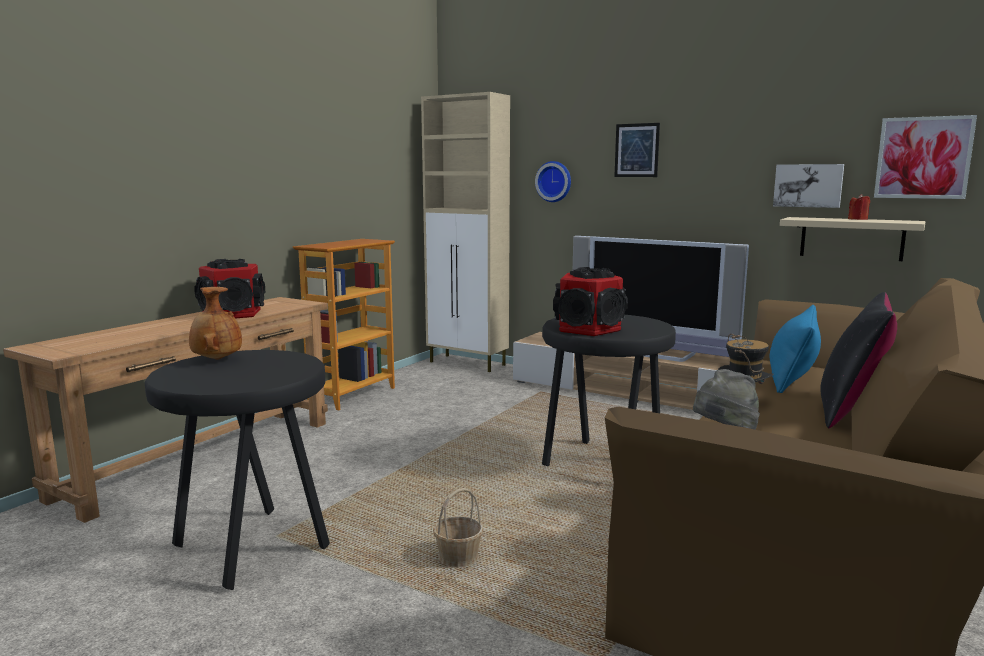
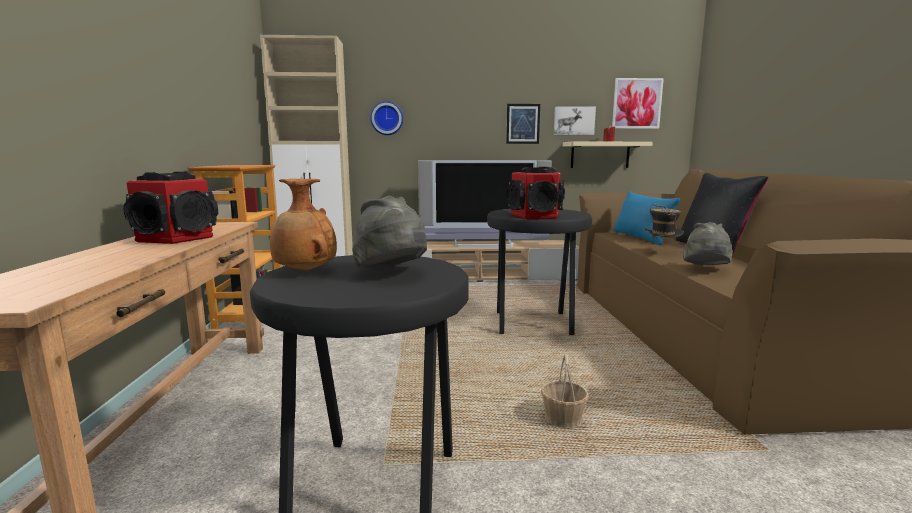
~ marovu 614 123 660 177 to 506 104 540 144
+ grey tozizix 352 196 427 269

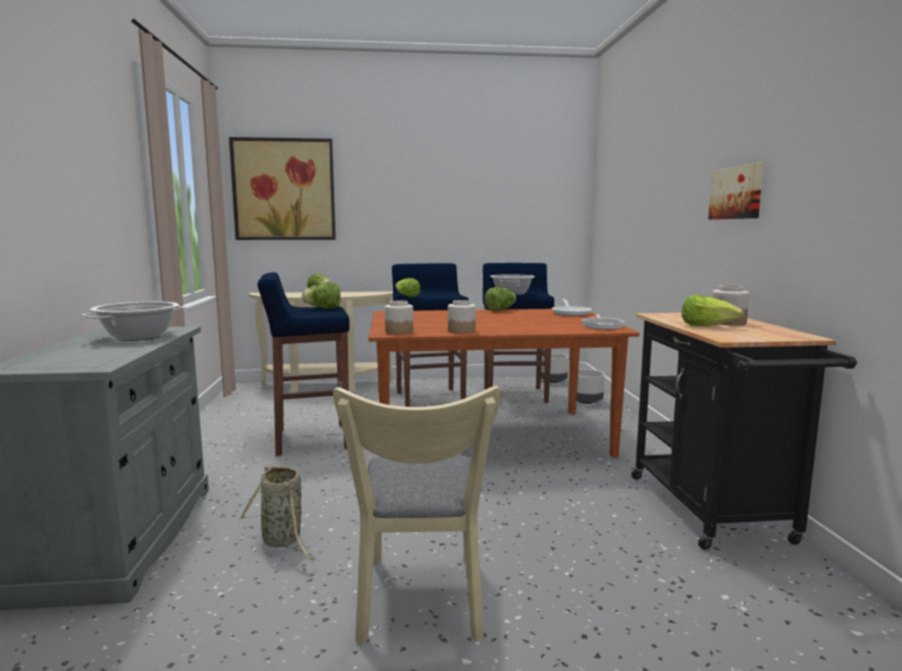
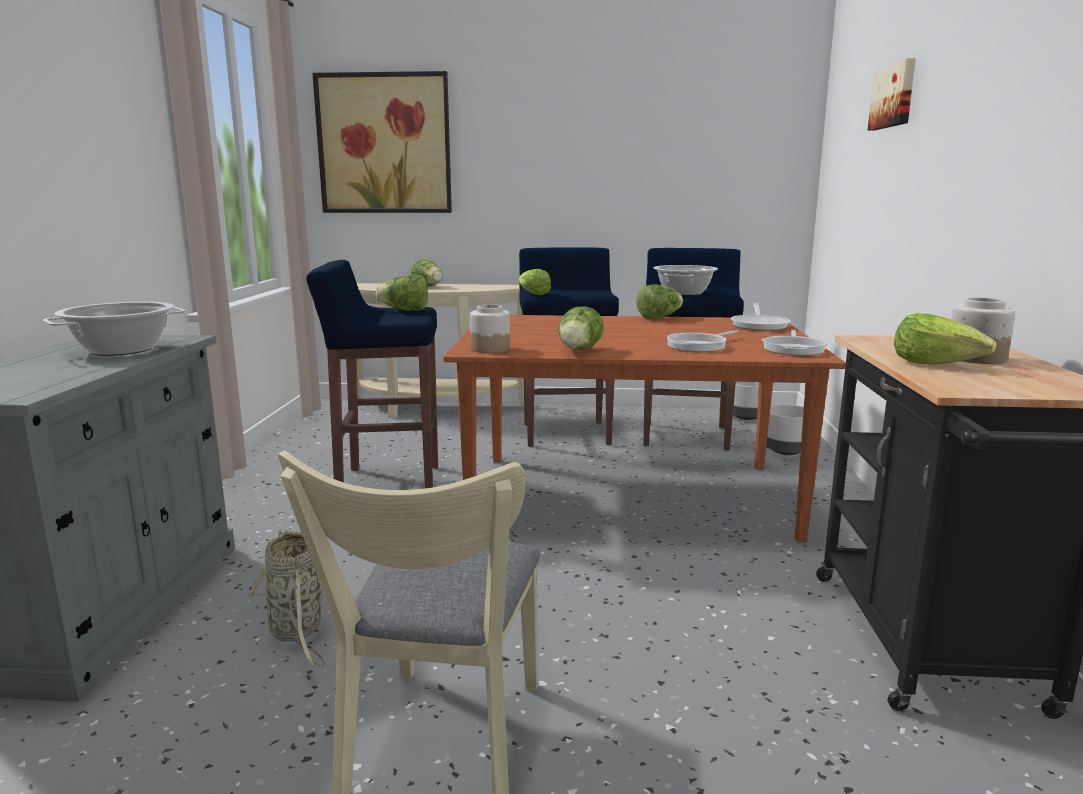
~ marovu 708 163 764 220 to 868 58 916 130
~ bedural 448 300 476 333 to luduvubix 558 306 604 350
+ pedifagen 667 330 738 352

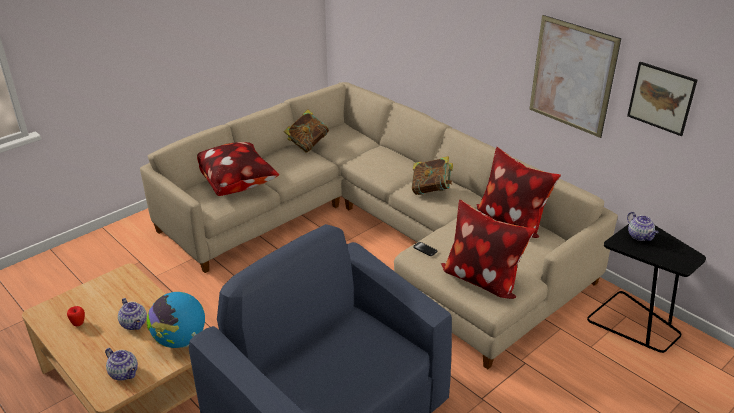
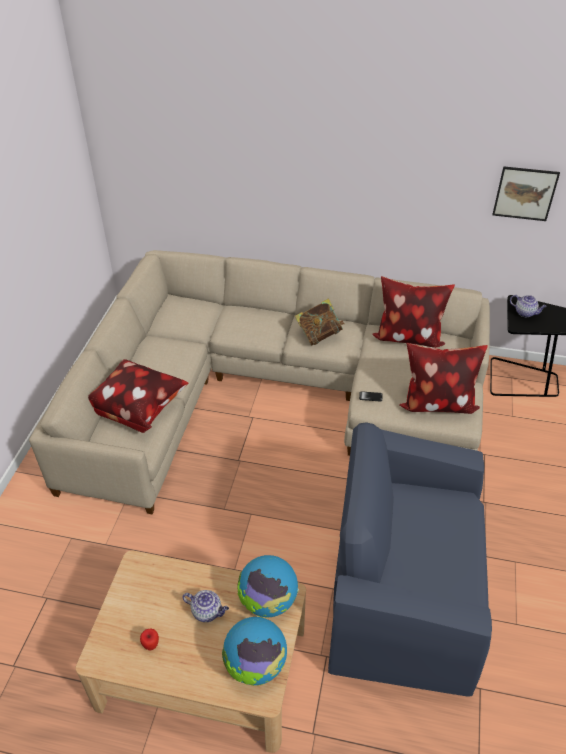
- marovu 529 15 621 138
- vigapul 284 109 329 153
~ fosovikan 105 348 138 381 to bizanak 222 617 287 686

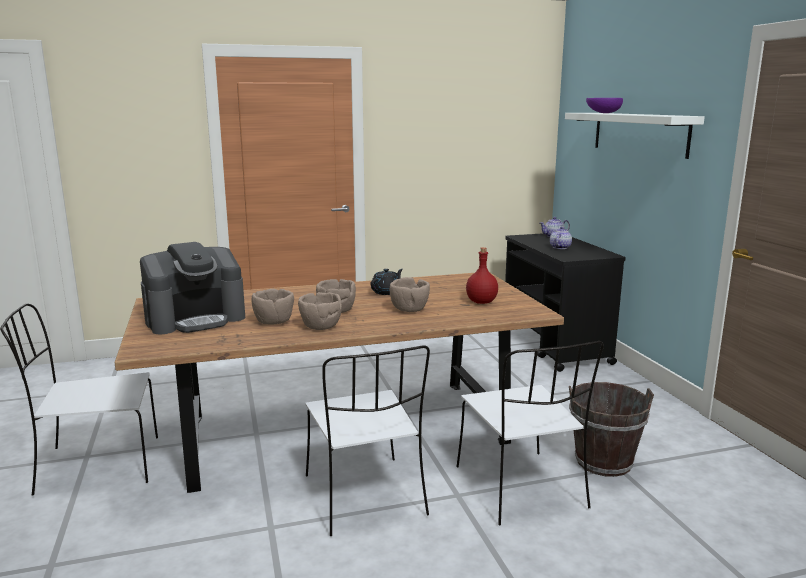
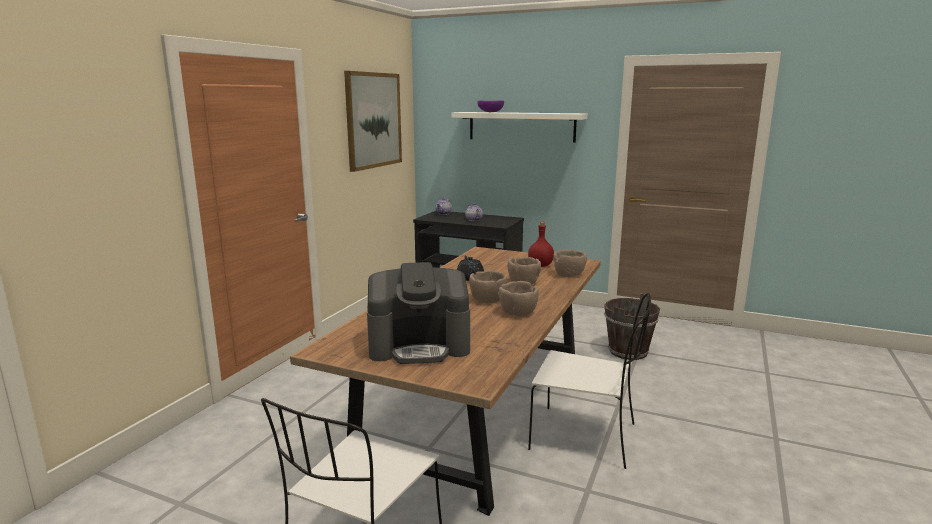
~ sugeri 140 242 245 334 = 367 262 470 364 75 degrees clockwise
~ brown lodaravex 252 289 294 325 to 553 250 587 277
- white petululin 456 341 604 525
+ marovu 344 71 402 172

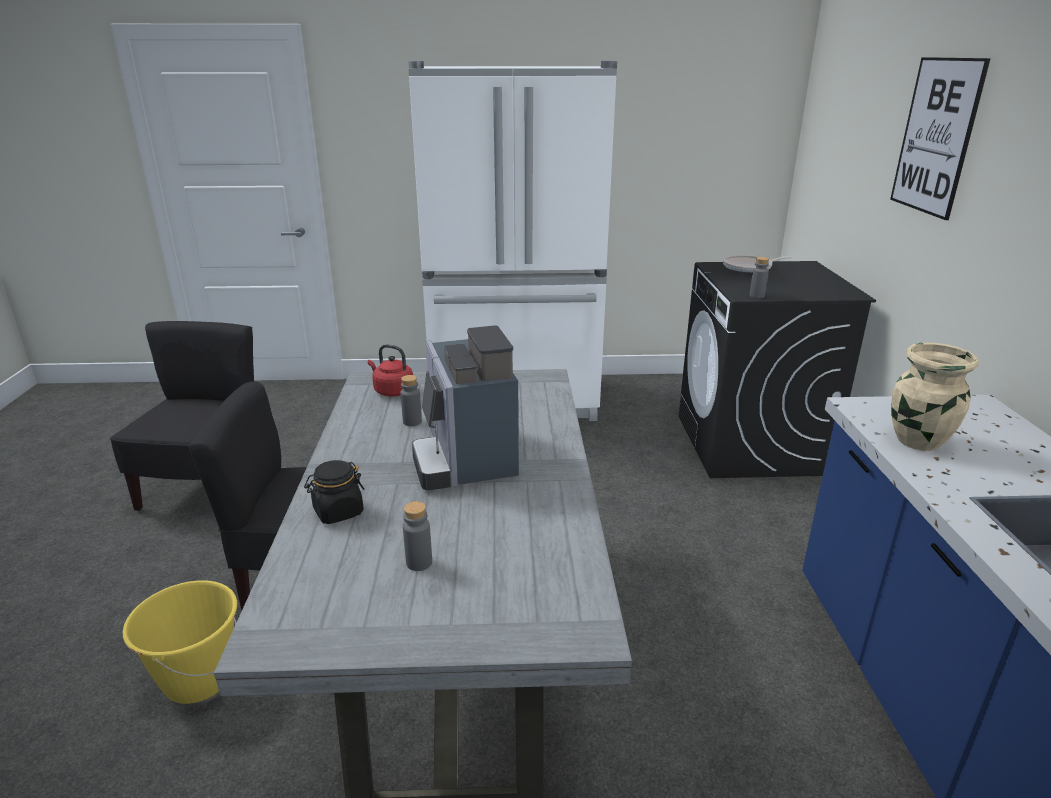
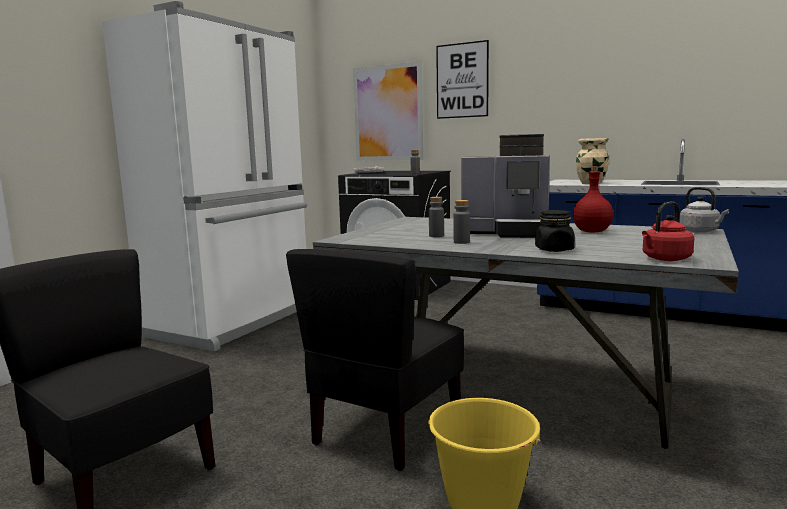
~ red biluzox 368 344 413 396 to 642 202 694 261
~ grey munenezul 403 501 432 571 to 453 200 470 244
+ marovu 353 61 423 161
+ red munenezul 573 166 613 232
+ grey biluzox 679 187 729 233

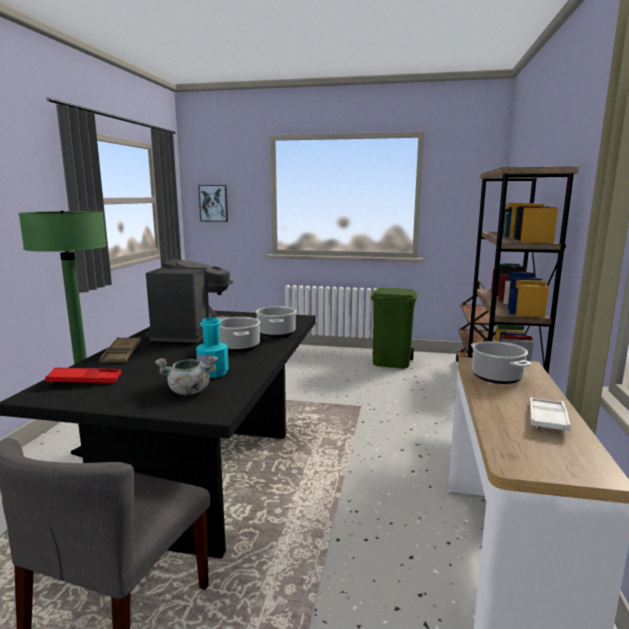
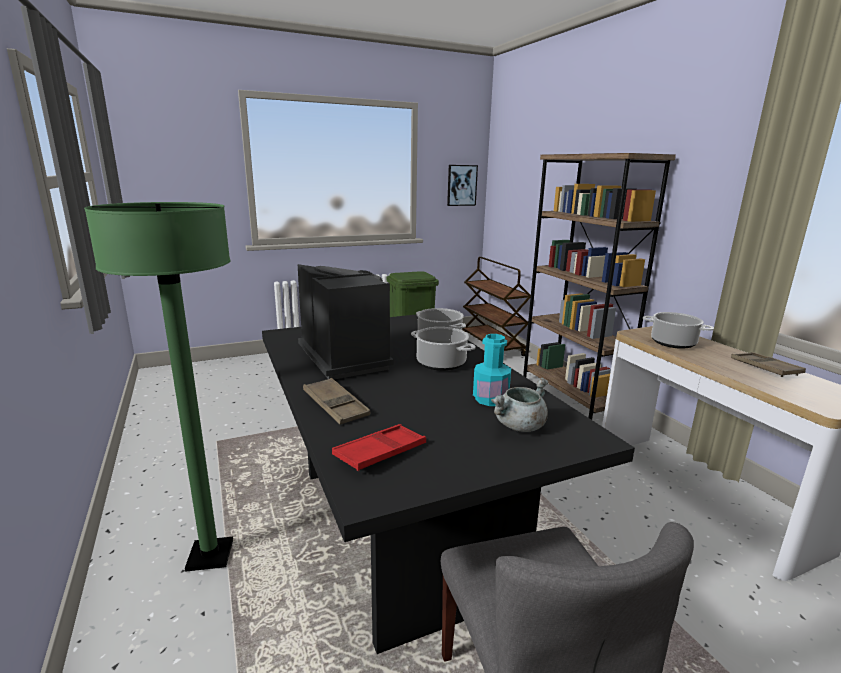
~ marovu 198 185 228 222 to 447 165 478 206
~ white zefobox 530 397 571 433 to brown zefobox 731 352 806 377

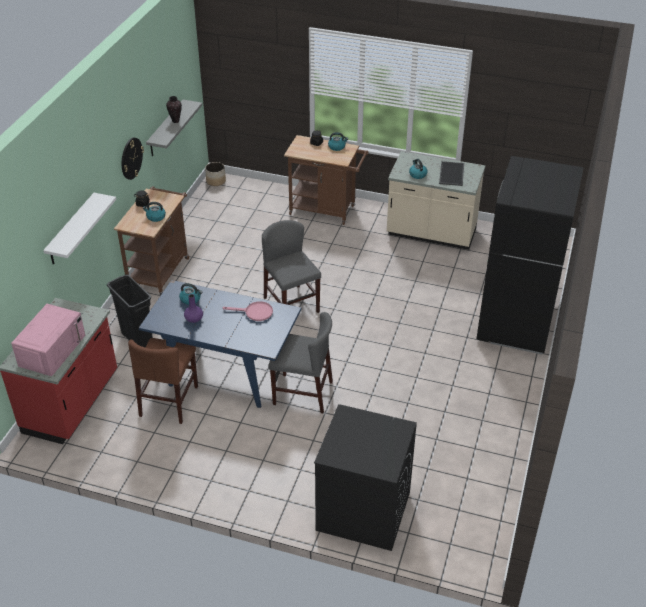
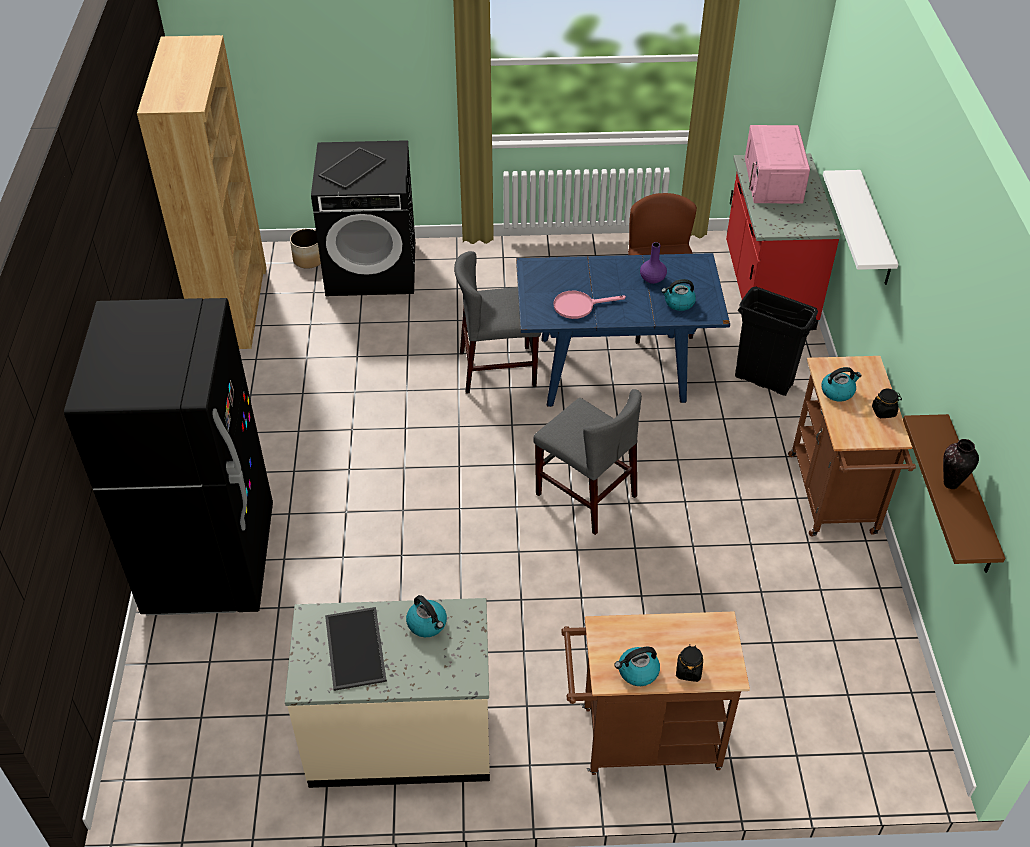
~ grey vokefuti 146 100 202 156 to brown vokefuti 903 414 1005 573
- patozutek 122 138 144 180
~ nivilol 205 162 226 186 to 290 228 321 269
+ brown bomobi 137 35 266 349
+ zefobox 319 147 386 189

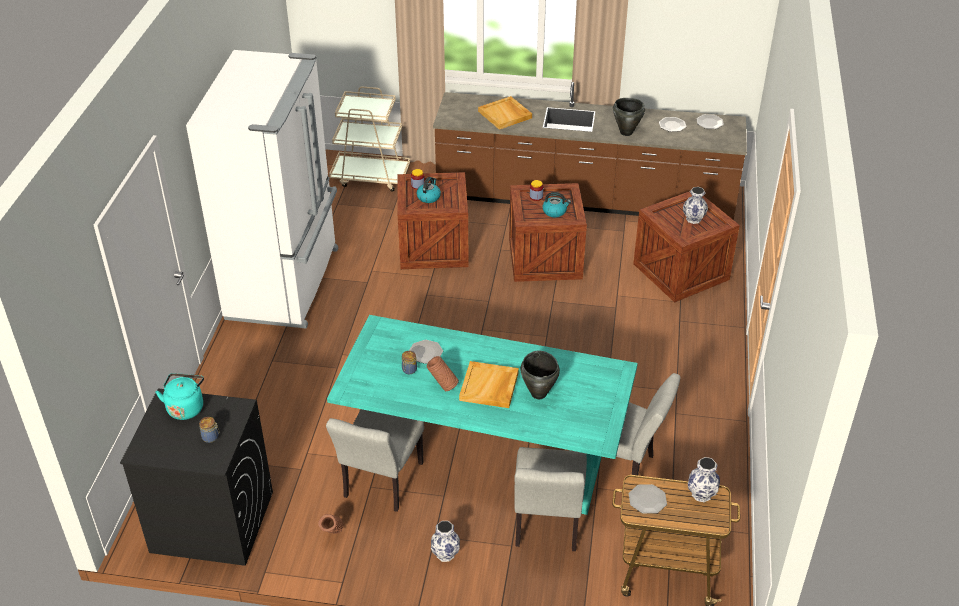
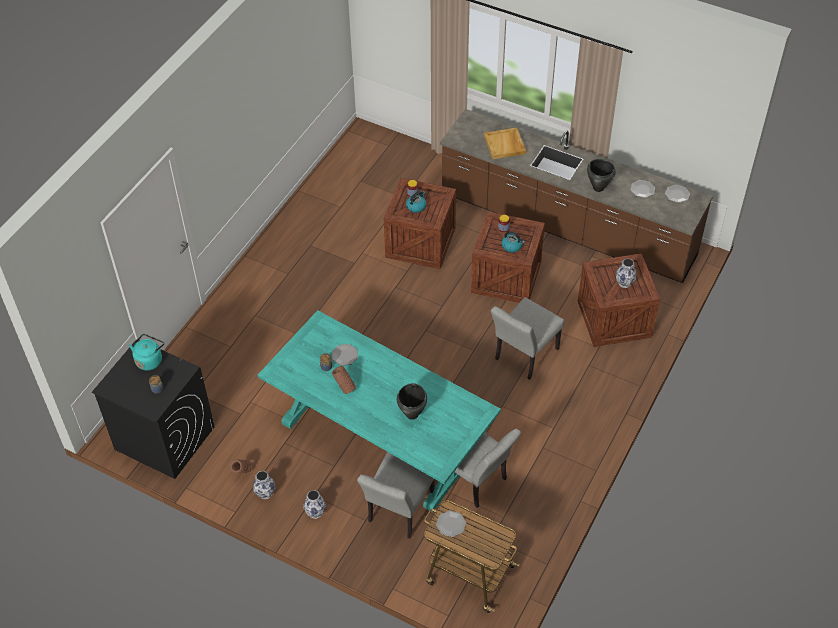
- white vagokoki 186 50 338 329
- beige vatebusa 329 87 410 191
- beige zefobox 459 361 519 408
~ grey petululin 326 409 424 512 to 491 297 564 380
~ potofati 688 457 720 502 to 253 471 275 499

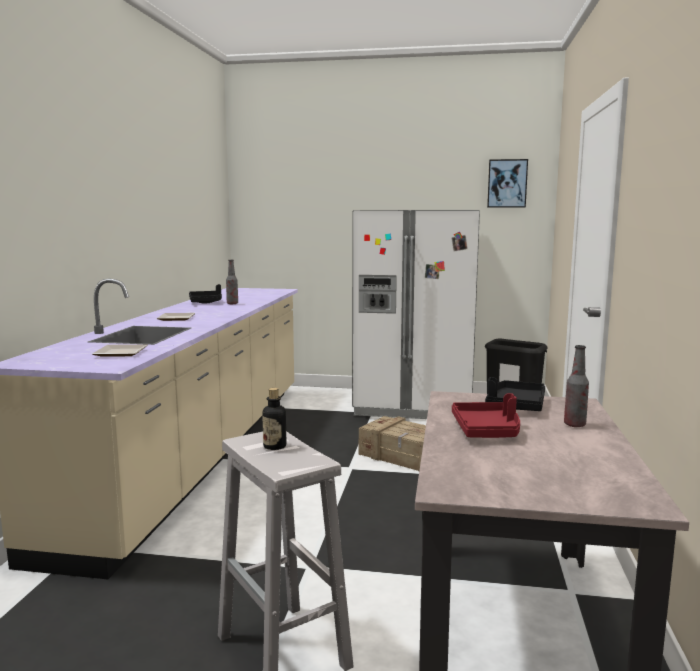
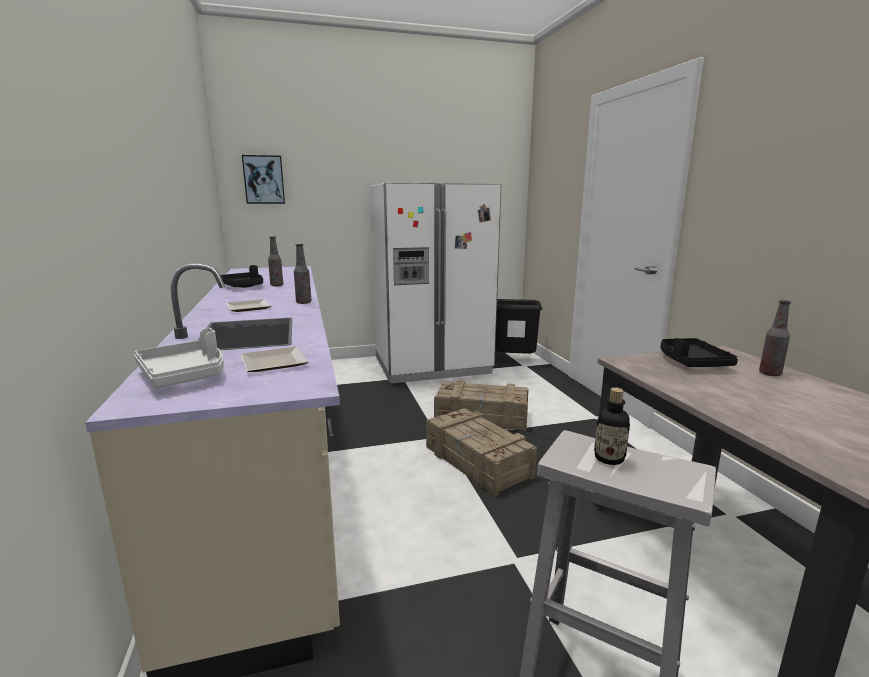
~ marovu 487 159 528 208 to 242 155 285 204
- red zefobox 452 393 520 438
+ munenezul 294 244 312 304
+ white zefobox 134 328 224 388
+ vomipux 426 408 537 496

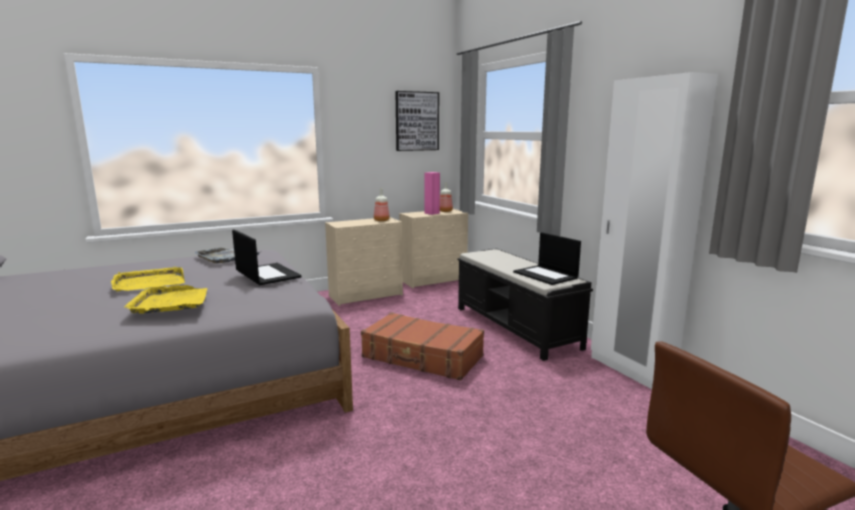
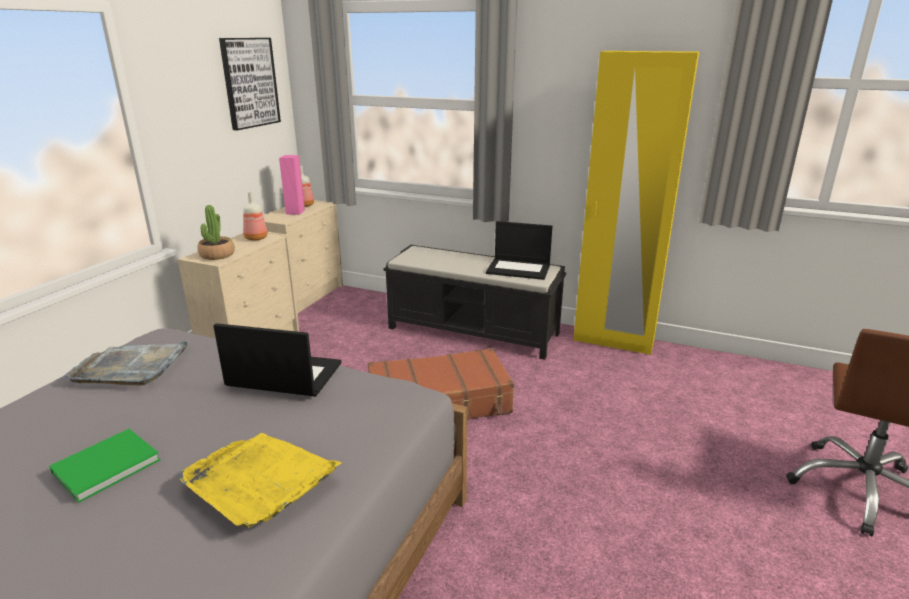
~ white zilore 591 72 718 390 to yellow zilore 573 51 699 355
~ yellow zefobox 111 267 185 292 to green vigapul 49 429 160 503
+ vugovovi 197 205 235 260

